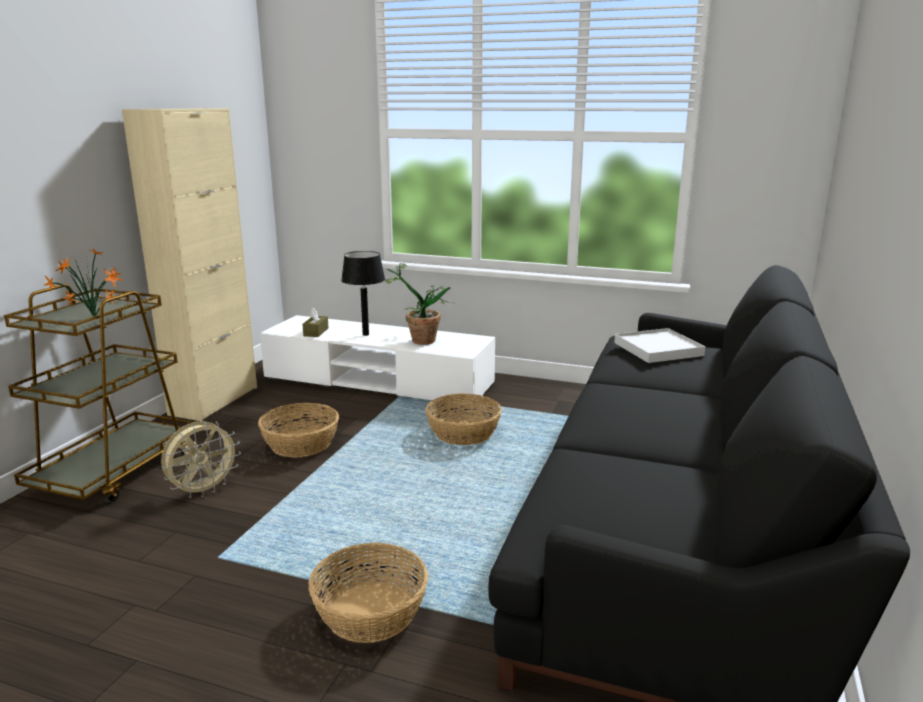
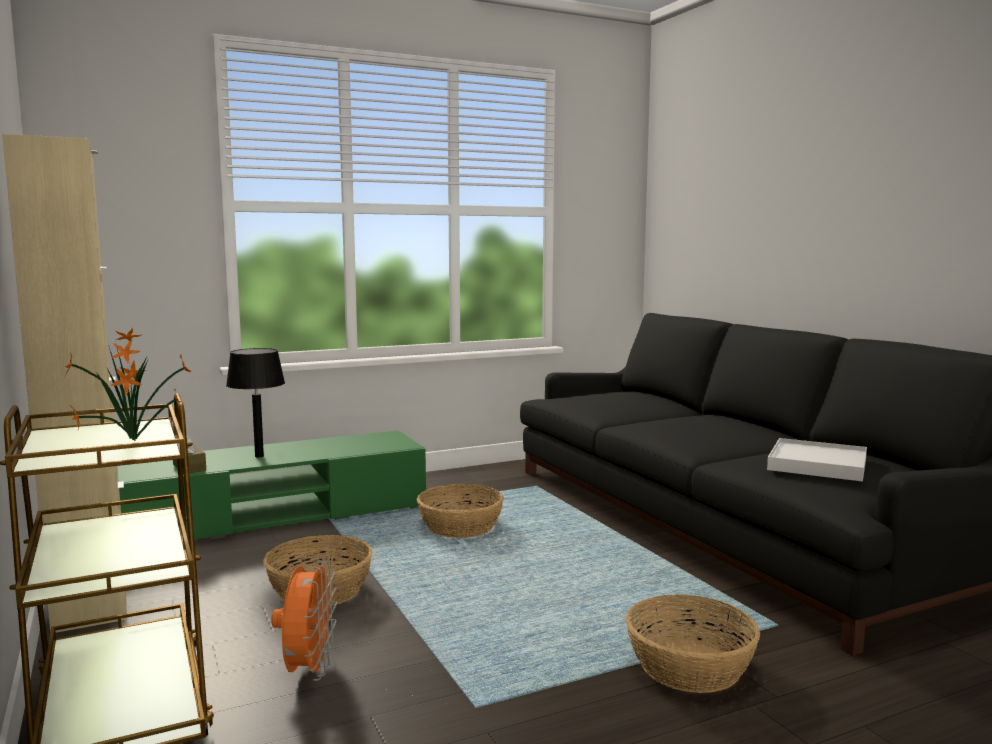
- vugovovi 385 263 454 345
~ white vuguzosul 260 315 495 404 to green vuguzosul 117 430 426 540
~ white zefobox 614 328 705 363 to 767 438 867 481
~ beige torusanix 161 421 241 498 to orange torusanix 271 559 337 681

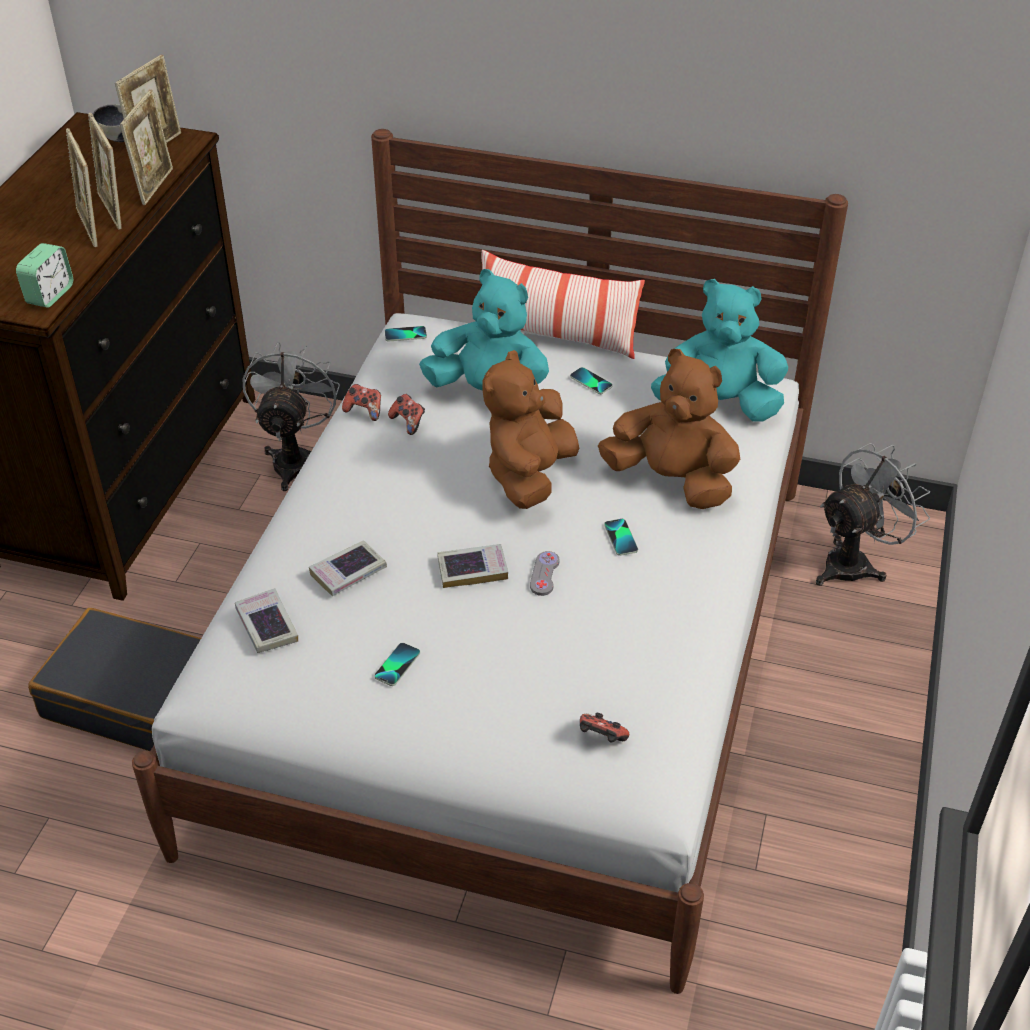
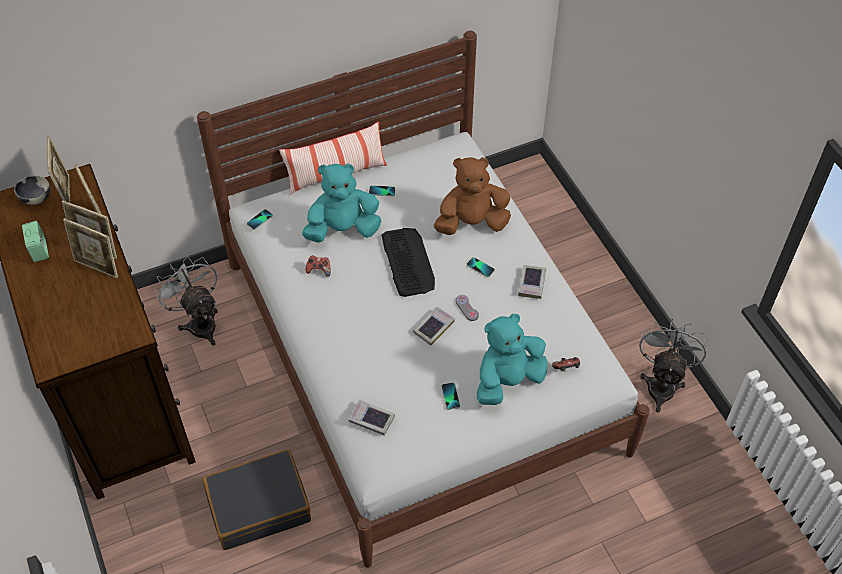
~ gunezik 16 243 73 308 to 22 221 49 262
~ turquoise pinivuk 651 279 788 422 to 477 314 547 405
~ brown pinivuk 482 350 579 509 to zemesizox 382 228 435 297
- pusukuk 342 384 381 421
~ grey torusanix 816 443 930 586 to 639 318 706 413
~ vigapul 309 540 387 596 to 518 265 546 299

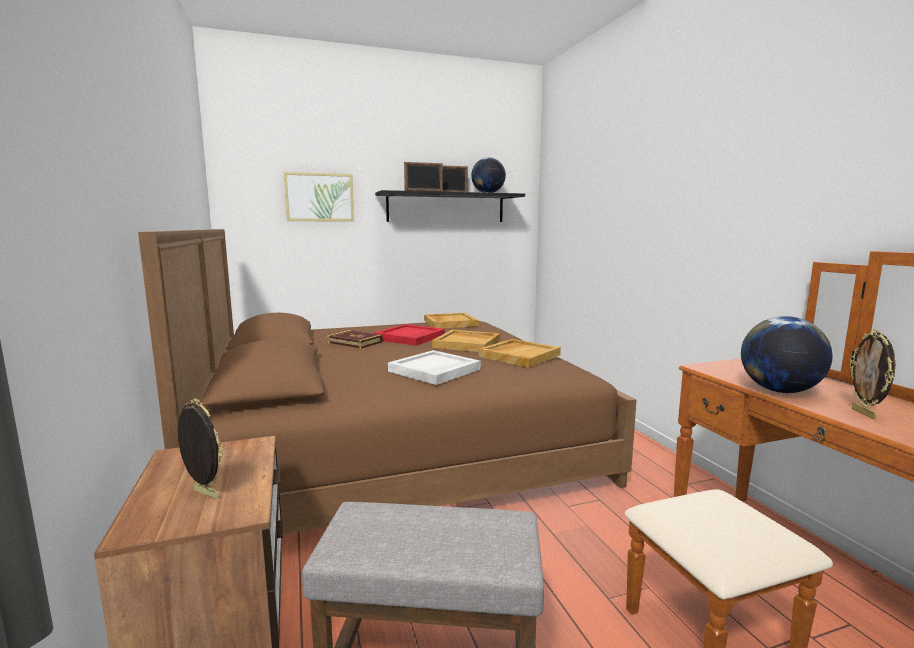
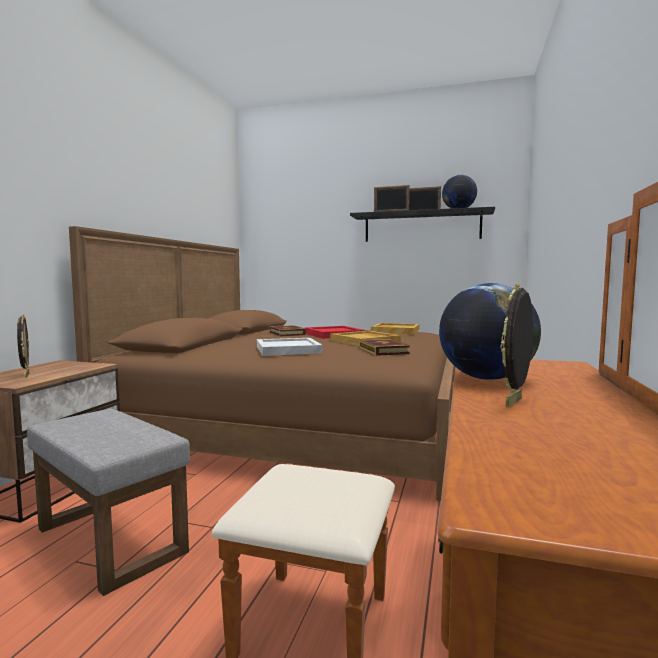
- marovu 284 172 354 221
~ beige zefobox 478 339 561 368 to vigapul 359 339 410 356

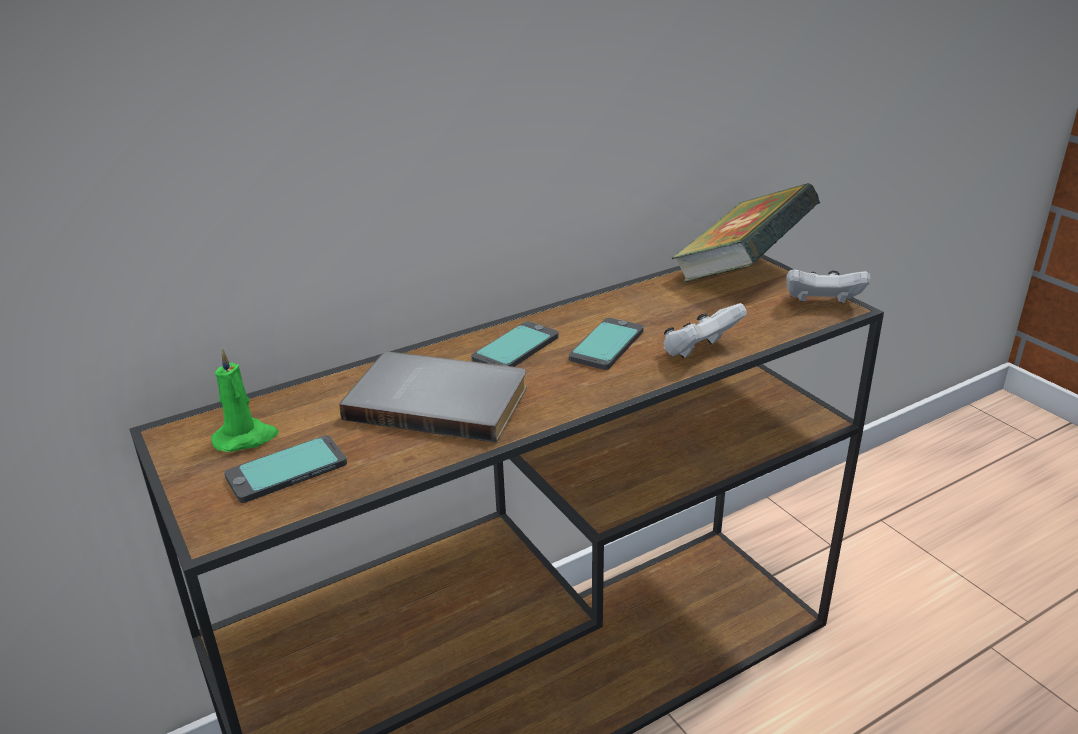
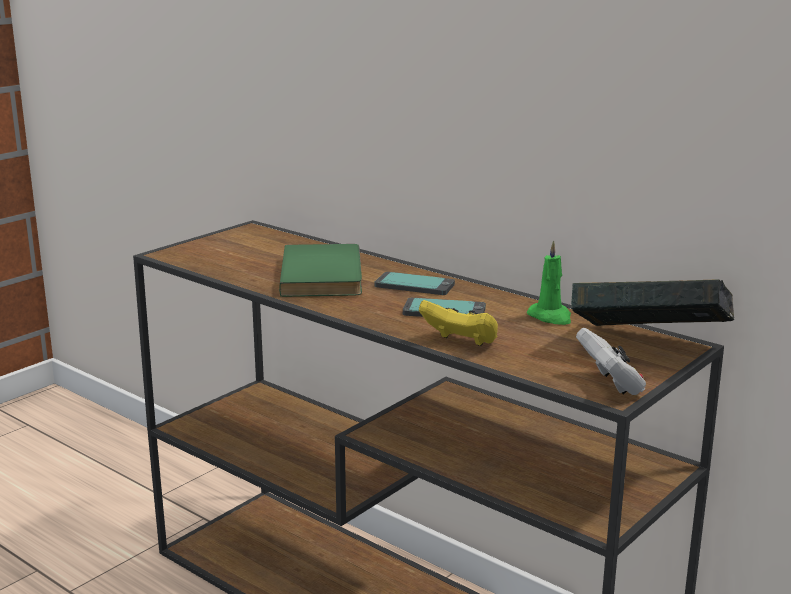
~ white pusukuk 664 303 747 358 to yellow pusukuk 419 300 498 346
~ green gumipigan 212 348 279 452 to 527 240 571 325
~ grey vigapul 339 352 527 443 to green vigapul 279 244 362 297
- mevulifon 224 435 347 503

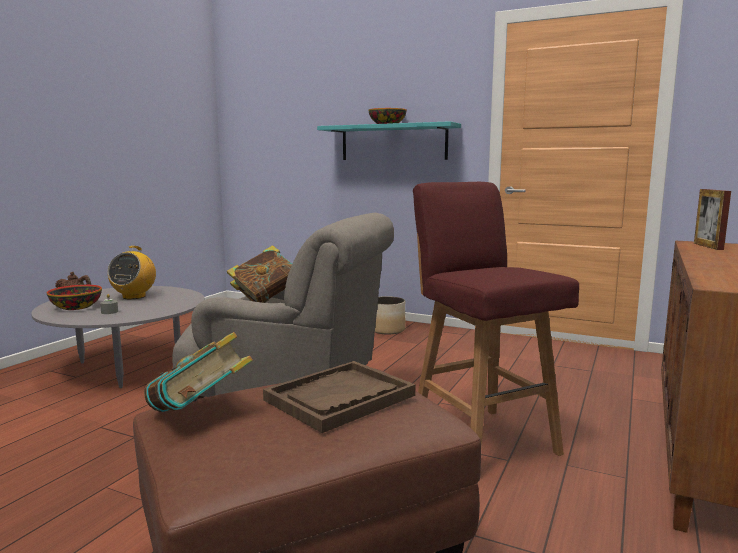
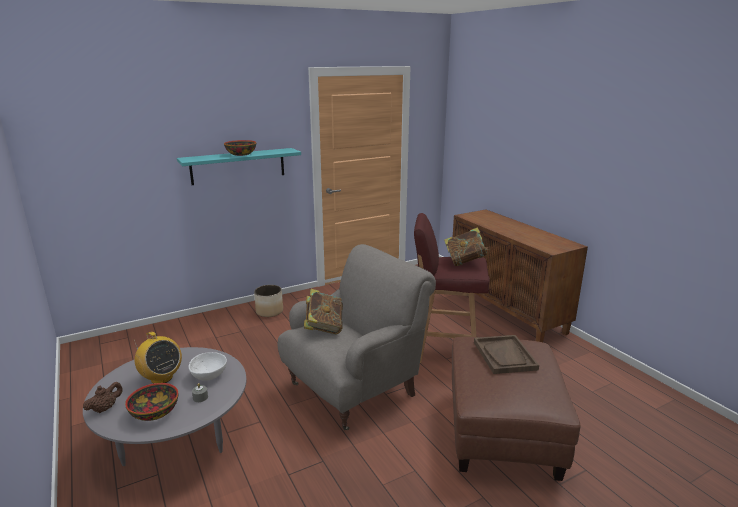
- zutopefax 694 189 731 250
~ vigapul 144 332 253 412 to 444 227 490 266
+ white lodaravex 189 352 227 381

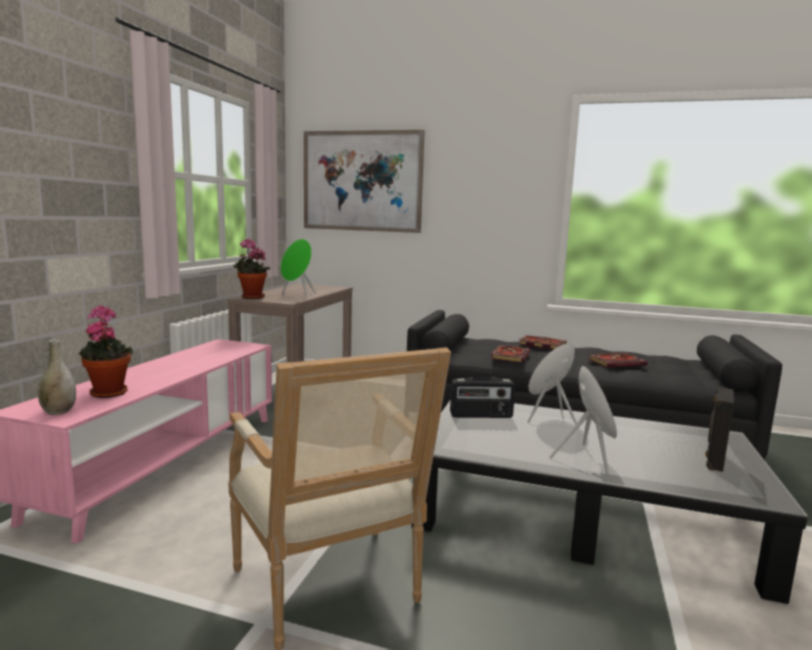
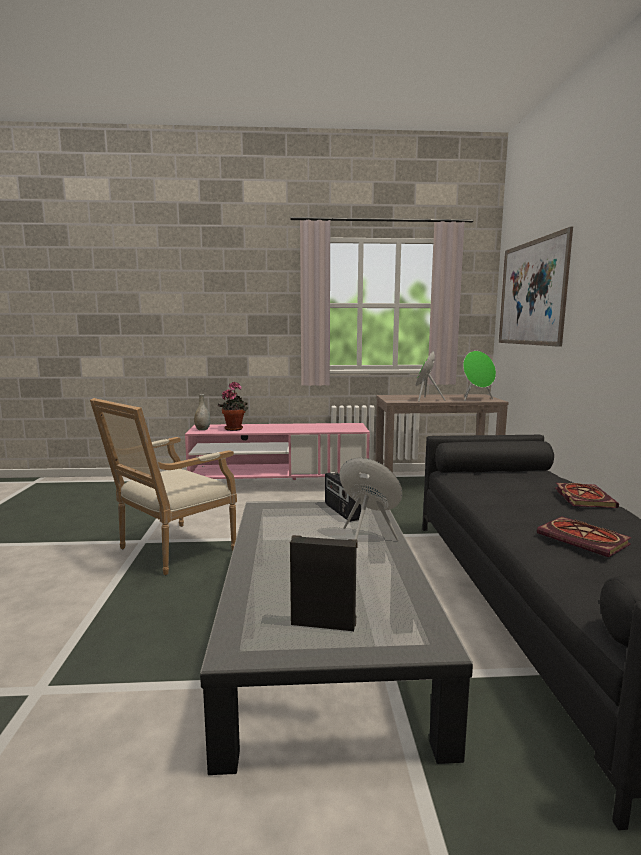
- vugovovi 234 239 270 299
- vigapul 491 345 531 363
~ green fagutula 550 366 617 475 to 463 351 496 401

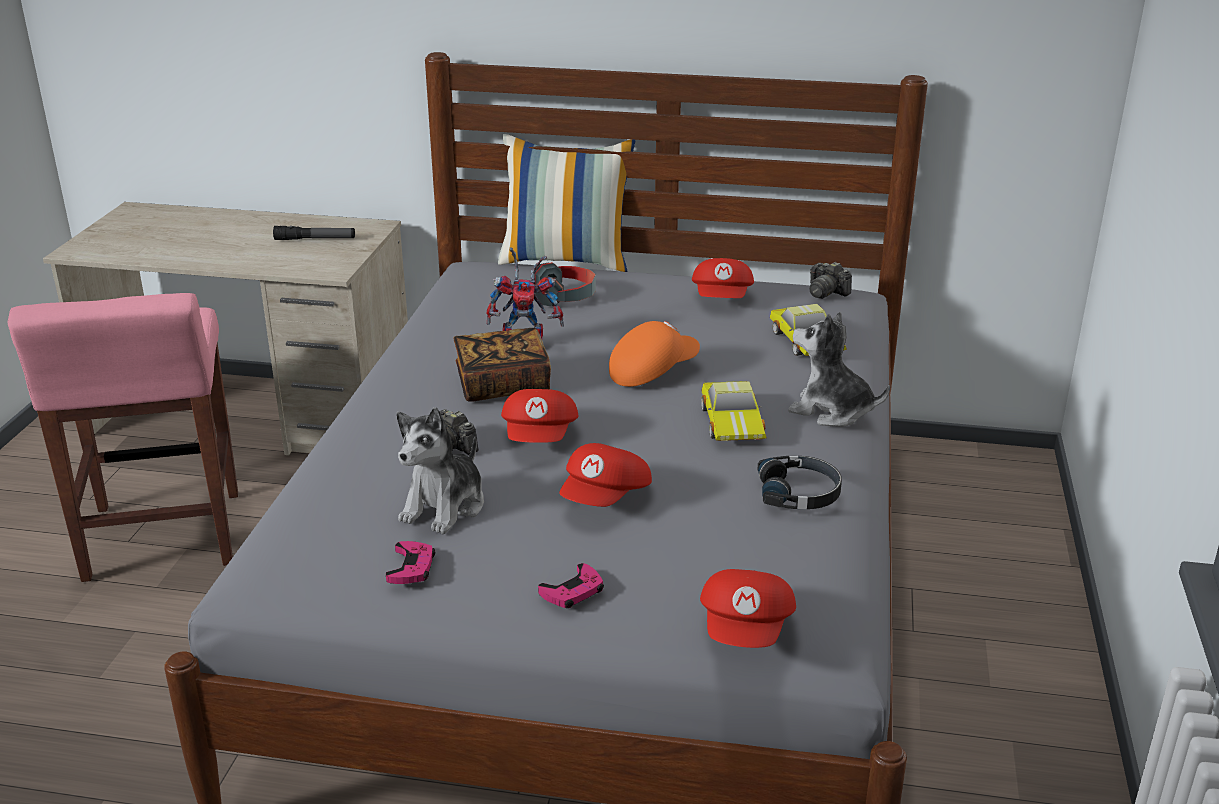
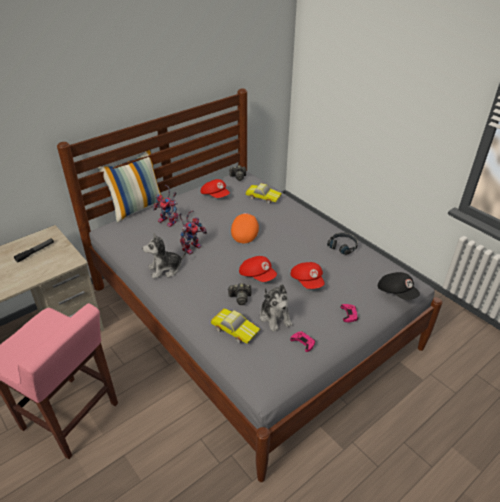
~ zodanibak 534 262 596 306 to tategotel 153 185 178 227
~ pinivuk 788 312 890 427 to 142 233 186 279
- vigapul 454 328 551 402
~ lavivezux 701 381 767 441 to 211 308 260 344
~ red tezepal 700 569 796 648 to black tezepal 378 272 420 300

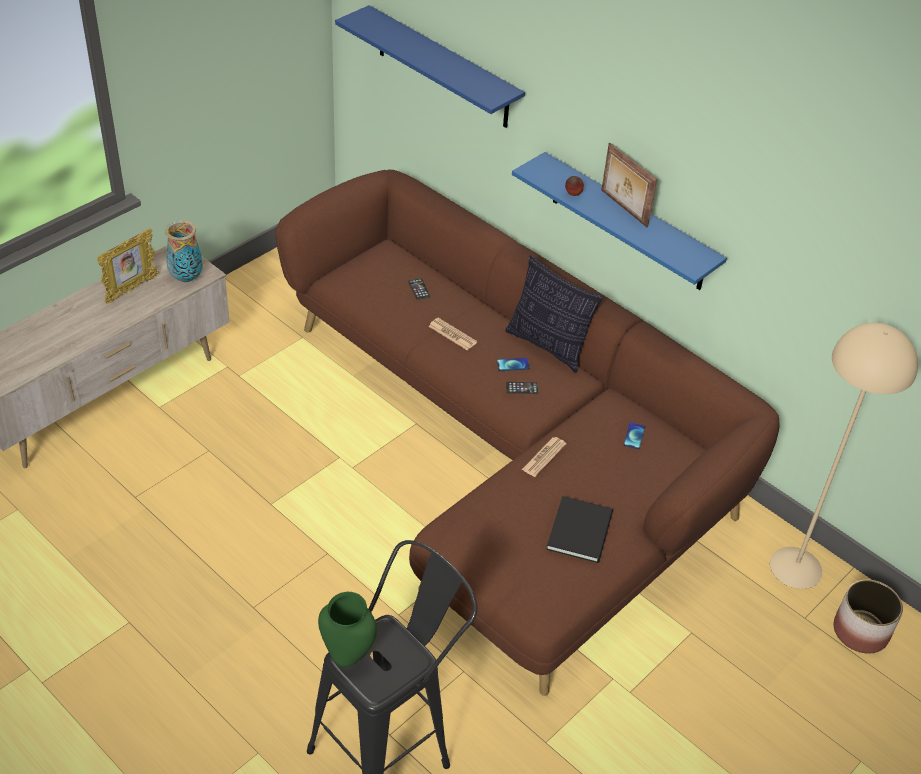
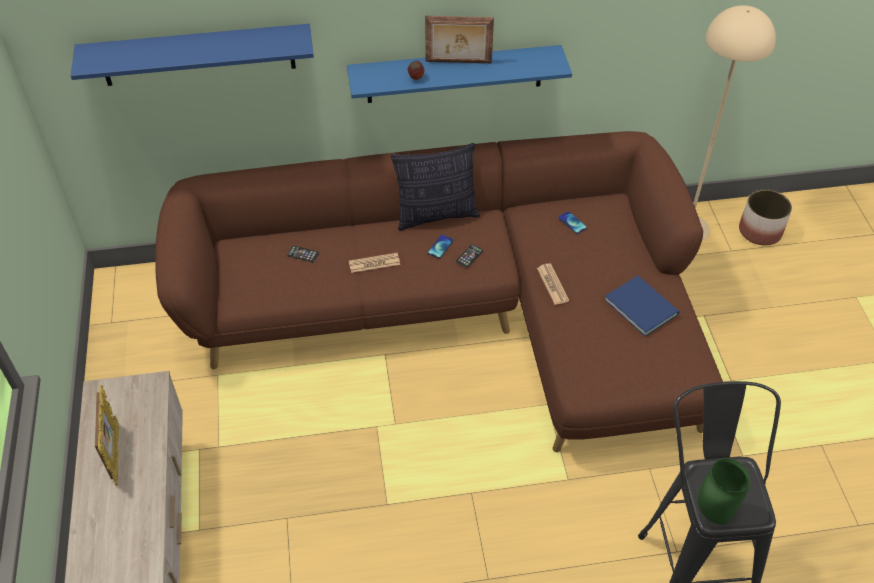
- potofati 165 220 203 282
~ black vigapul 546 496 613 563 to blue vigapul 604 276 680 336

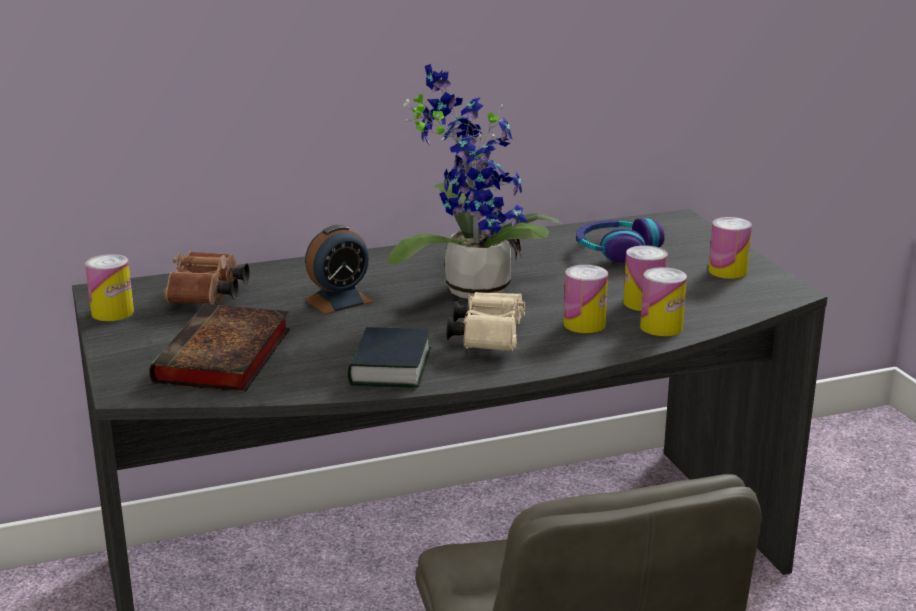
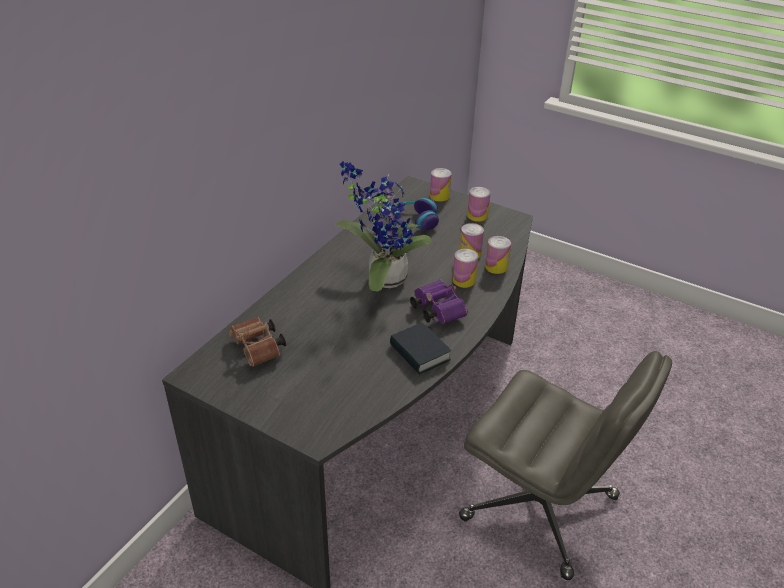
- gunezik 304 225 374 314
~ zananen 85 254 134 321 to 430 168 452 202
~ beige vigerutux 447 292 525 352 to purple vigerutux 410 279 468 324
- vigapul 149 304 290 392

